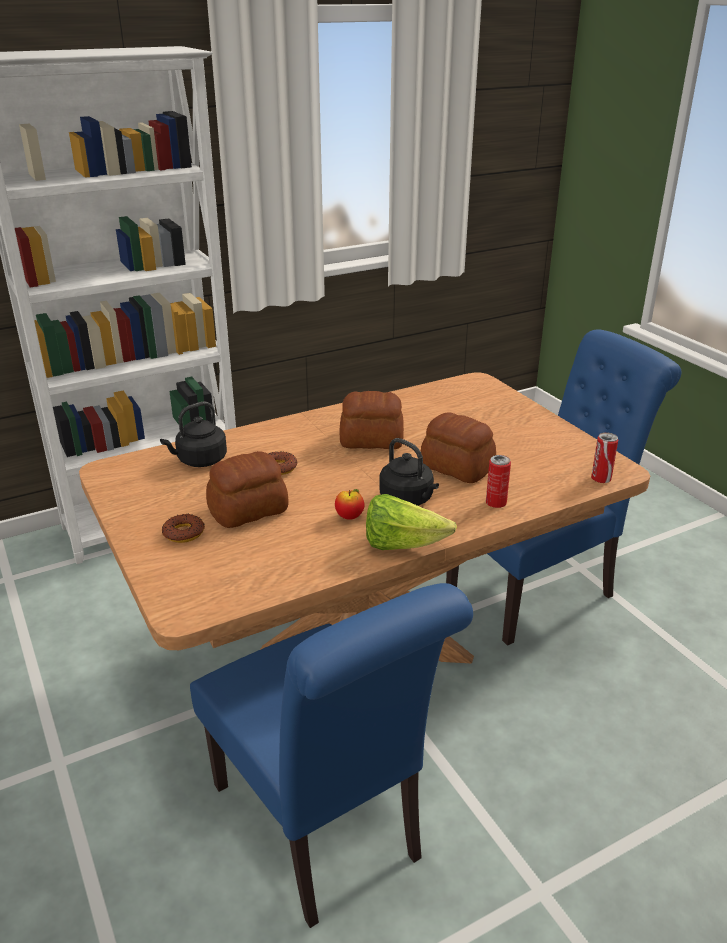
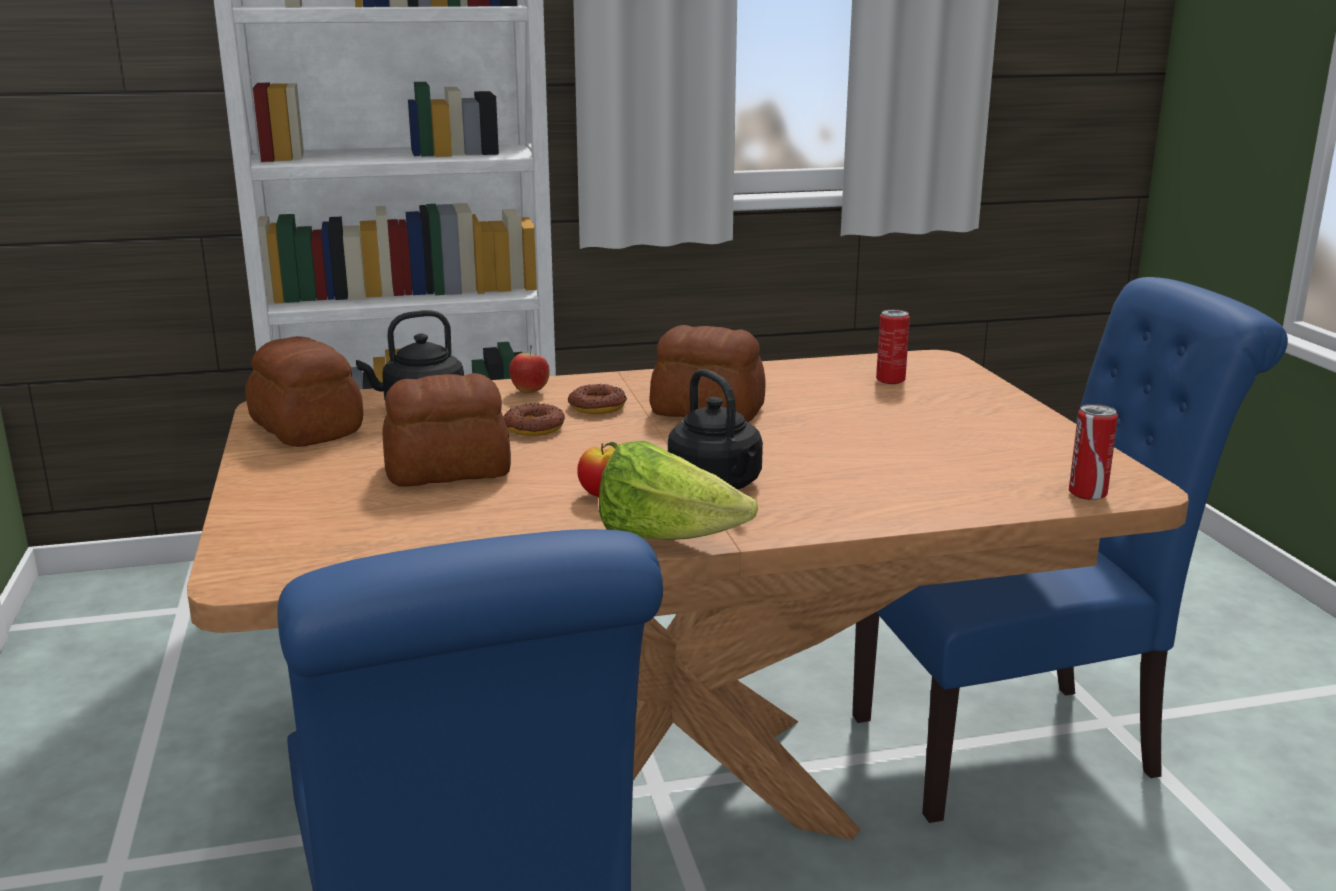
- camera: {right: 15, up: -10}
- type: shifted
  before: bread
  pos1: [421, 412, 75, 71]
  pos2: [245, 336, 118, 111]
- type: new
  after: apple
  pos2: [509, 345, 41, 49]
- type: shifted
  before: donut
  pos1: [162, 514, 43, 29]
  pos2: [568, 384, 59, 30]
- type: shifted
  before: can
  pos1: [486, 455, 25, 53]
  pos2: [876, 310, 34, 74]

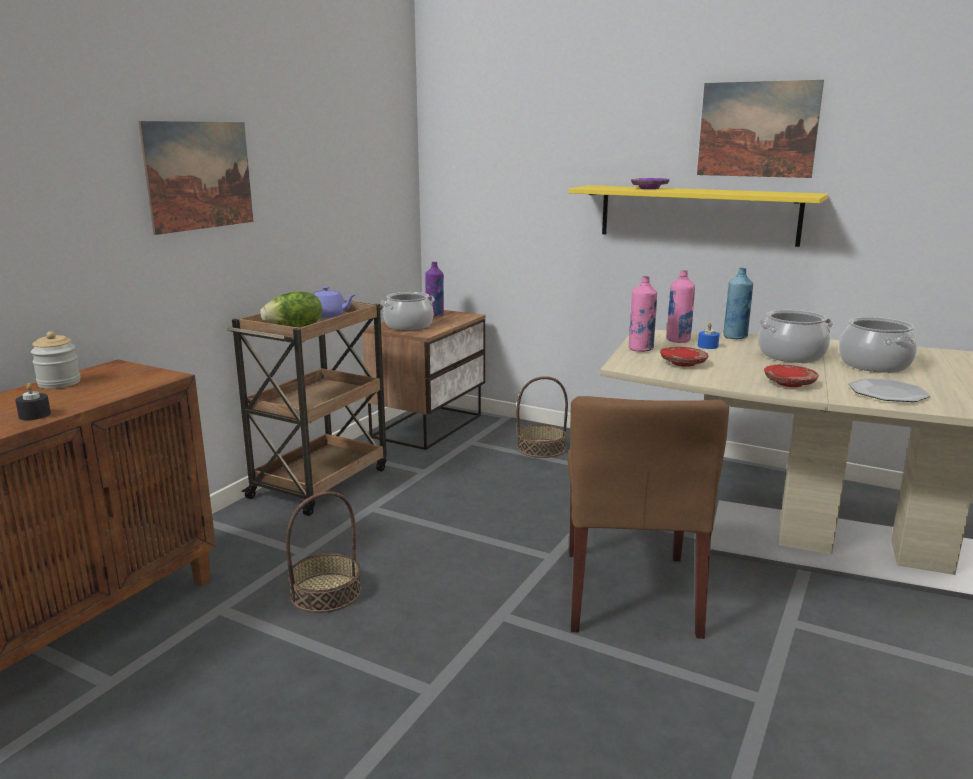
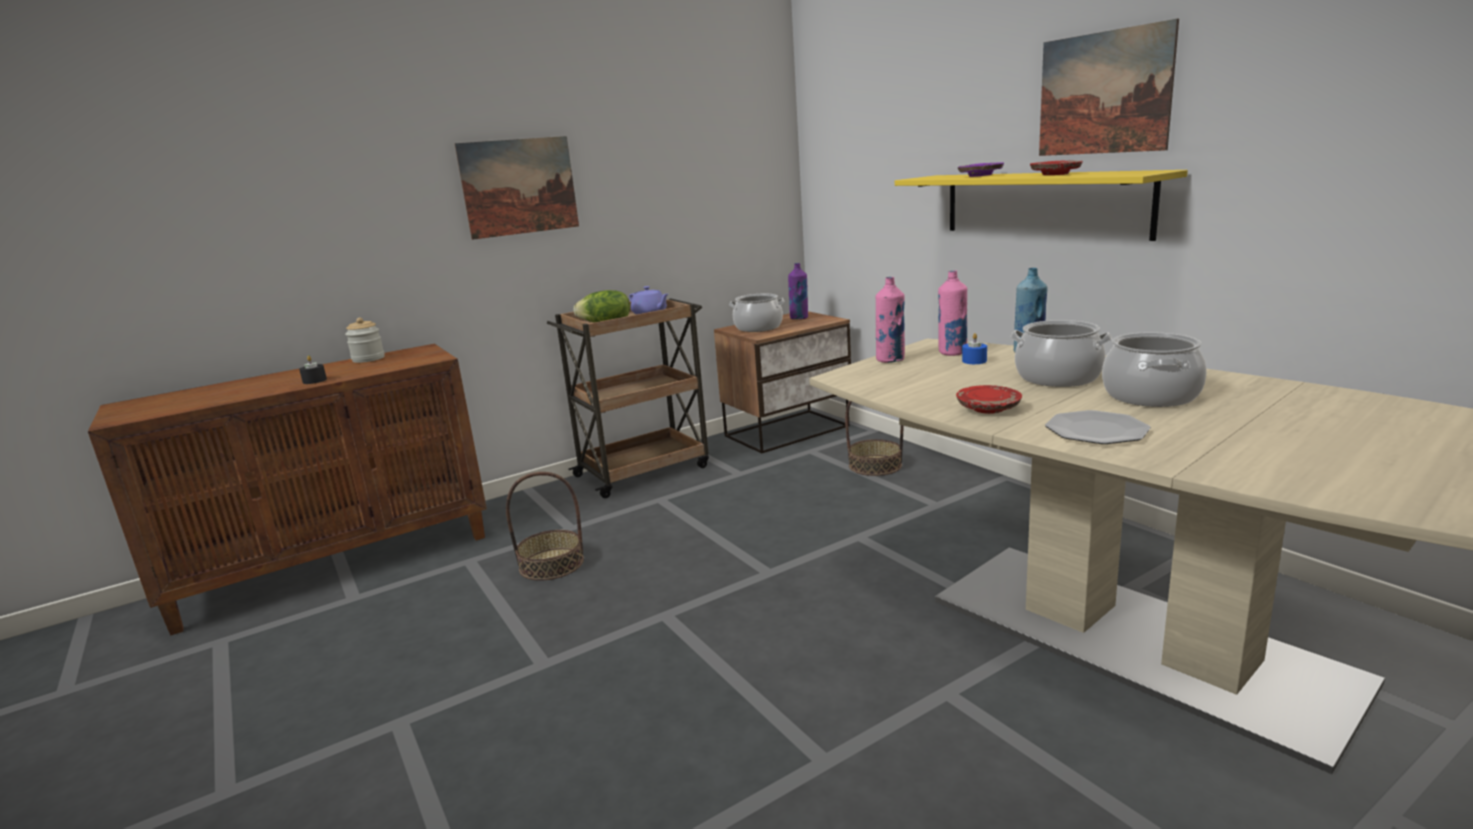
- camera: {right: 30, up: 0}
- type: shifted
  before: dinner plate (red-coloured)
  pos1: [660, 347, 49, 20]
  pos2: [1030, 161, 53, 14]
- type: gone
  before: plain chair (brownish)
  pos1: [568, 396, 161, 243]

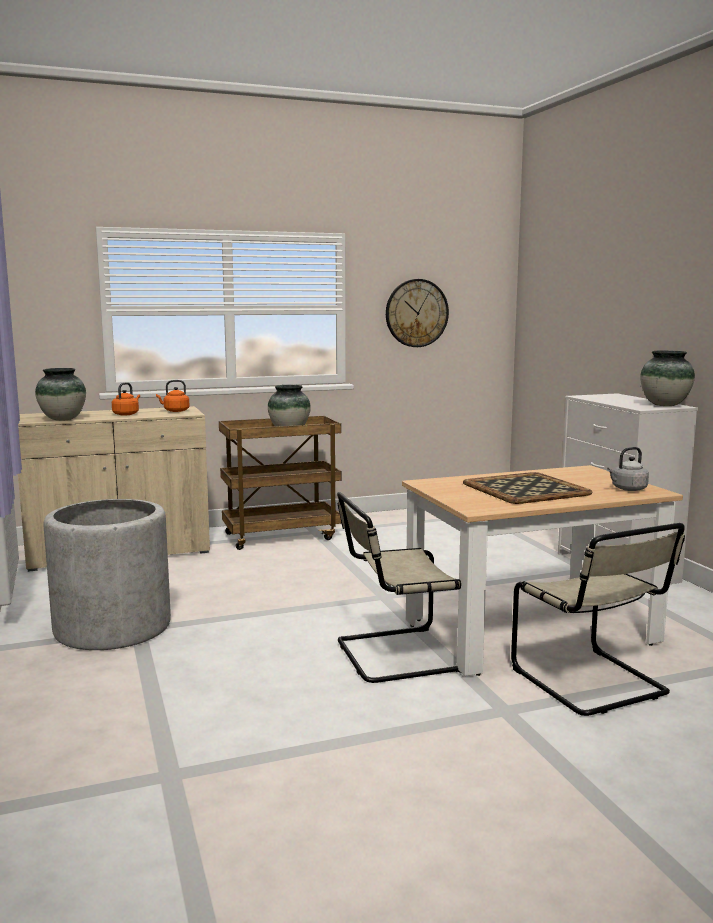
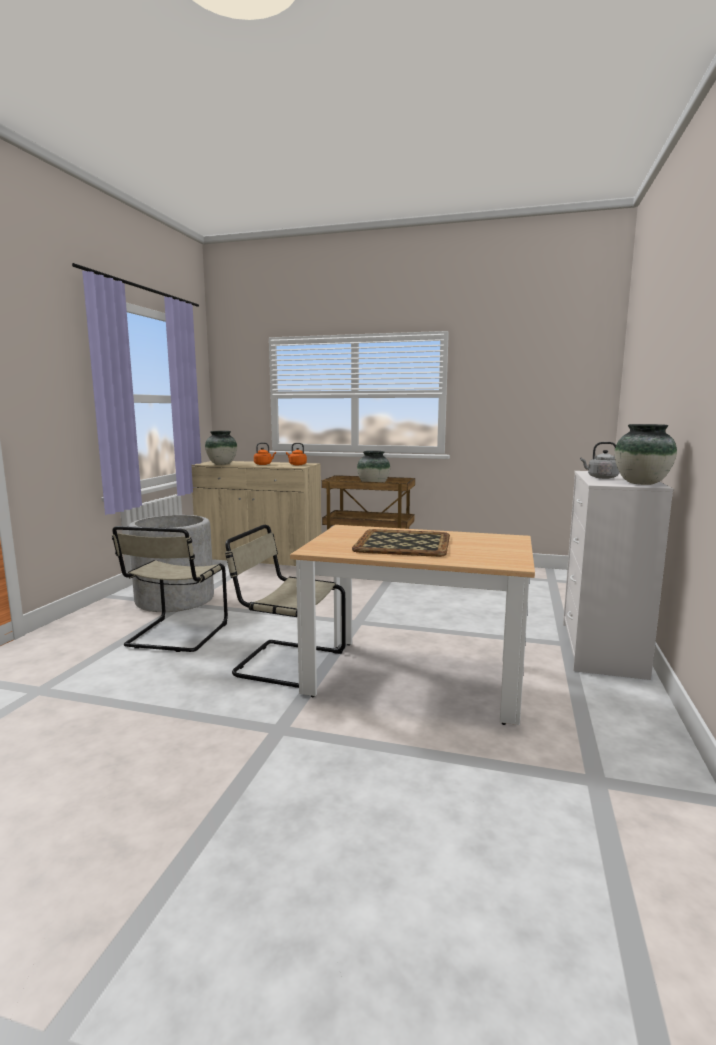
- camera: {right: 35, up: 0}
- type: shifted
  before: plain chair (sand-coloured)
  pos1: [511, 523, 174, 193]
  pos2: [112, 526, 116, 126]
- type: shifted
  before: tea kettle (grey)
  pos1: [607, 447, 42, 44]
  pos2: [580, 442, 40, 37]
- type: gone
  before: hanging clock
  pos1: [386, 279, 63, 68]

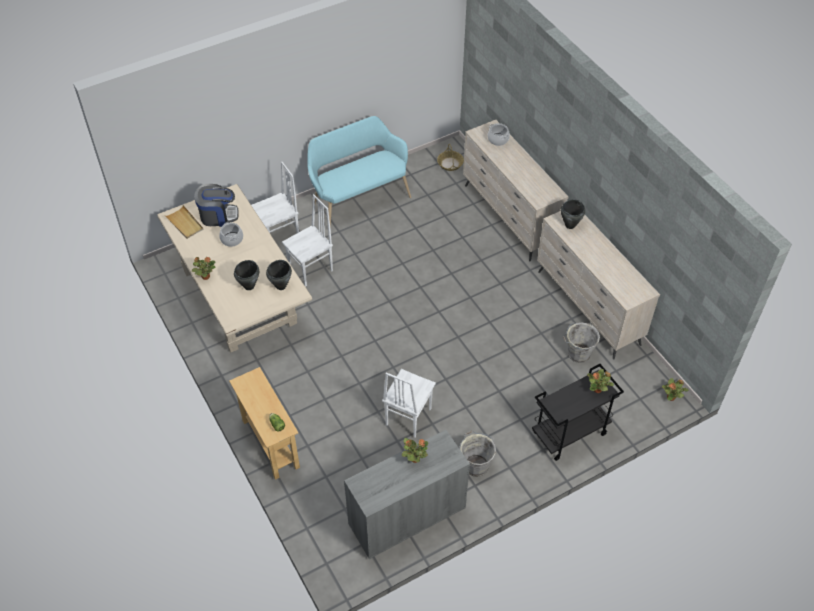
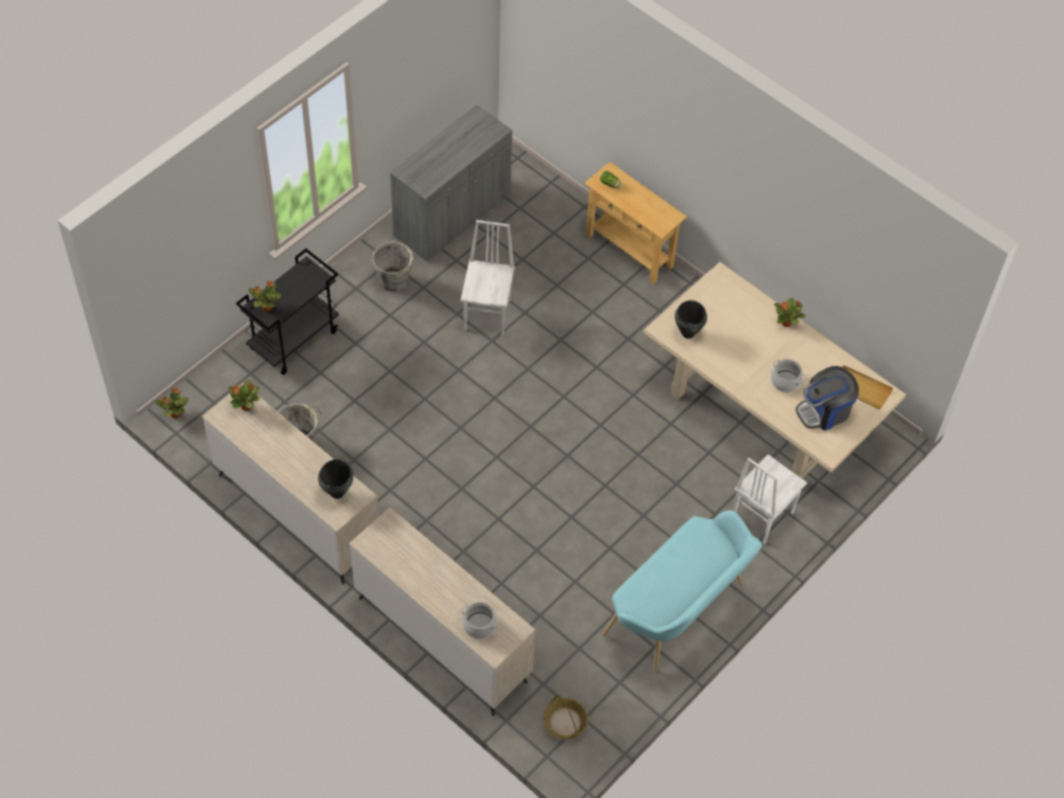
- camera: {right: 160, up: 5}
- type: shifted
  before: potted plant
  pos1: [402, 438, 27, 25]
  pos2: [228, 380, 32, 31]
- type: gone
  before: saucepot (black-coloured)
  pos1: [234, 260, 25, 30]
- type: gone
  before: plain chair (white-coloured)
  pos1: [282, 194, 51, 93]

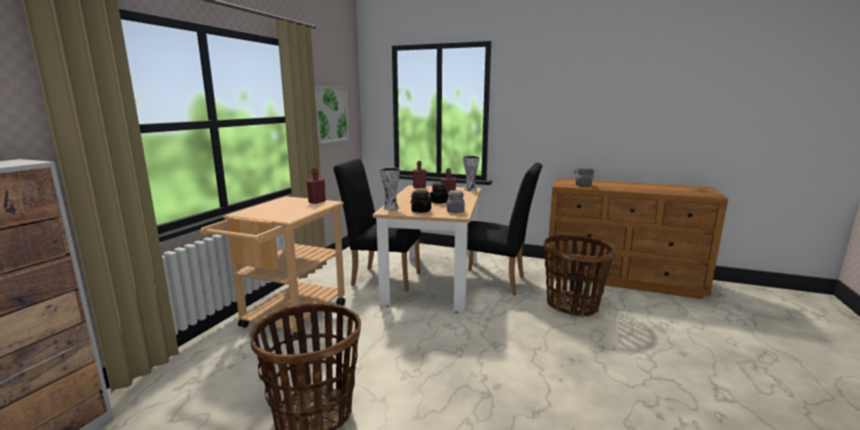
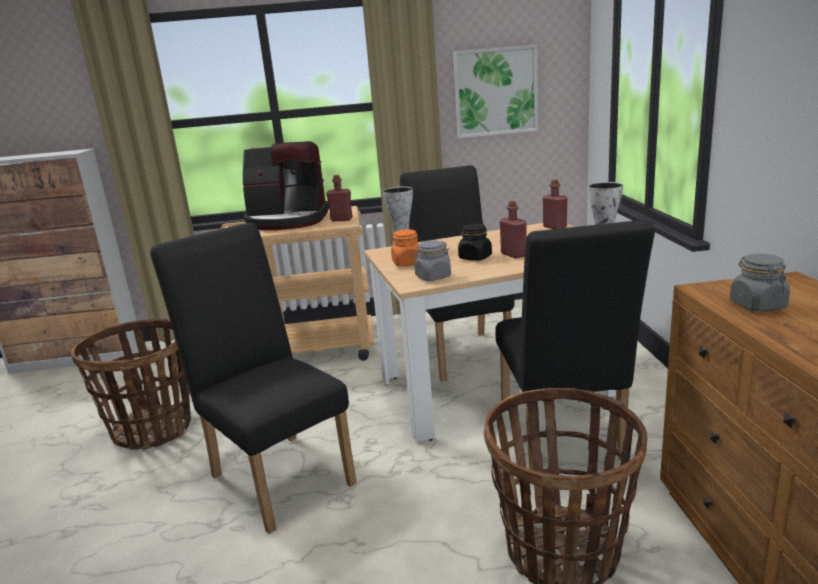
- camera: {right: 65, up: 5}
- type: new
  after: plain chair (black-coloured)
  pos2: [150, 222, 207, 312]
- type: new
  after: coffee machine
  pos2: [243, 141, 86, 89]
- type: repainted
  before: preserve jar (black-coloured)
  after: preserve jar (orangey)
  pos1: [410, 190, 23, 23]
  pos2: [391, 229, 28, 37]

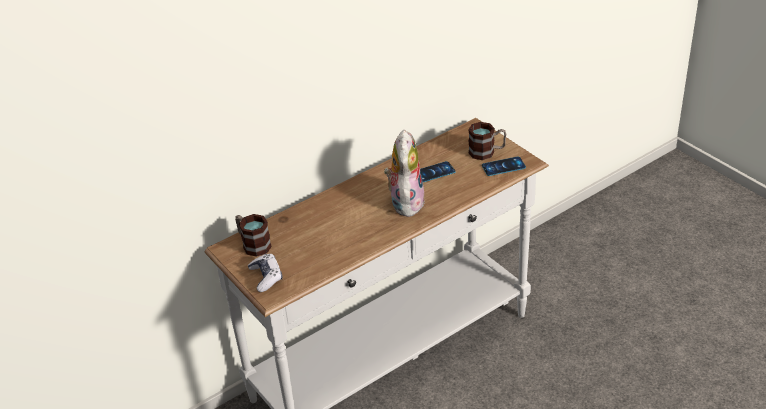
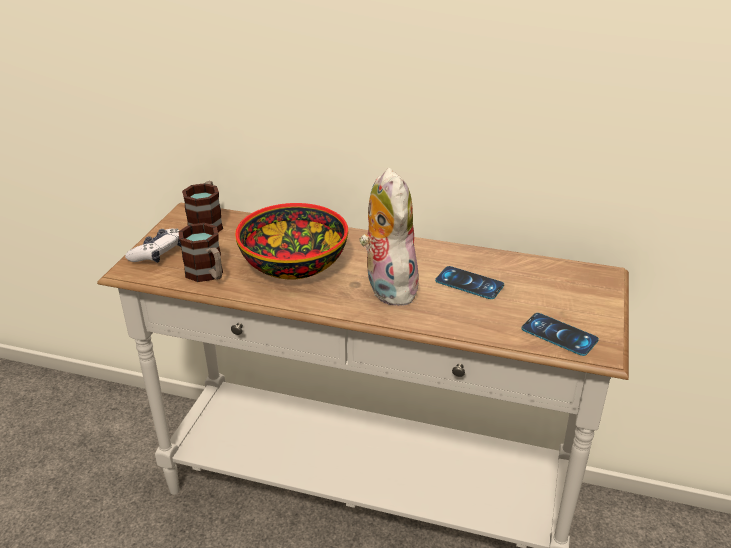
- camera: {right: 50, up: -5}
- type: shifted
  before: coffee mug
  pos1: [469, 122, 37, 38]
  pos2: [178, 223, 45, 59]
- type: new
  after: bowl
  pos2: [235, 203, 113, 77]
- type: rotated
  before: soft toy
  pos1: [384, 130, 41, 87]
  pos2: [359, 168, 62, 138]
  turn: -75

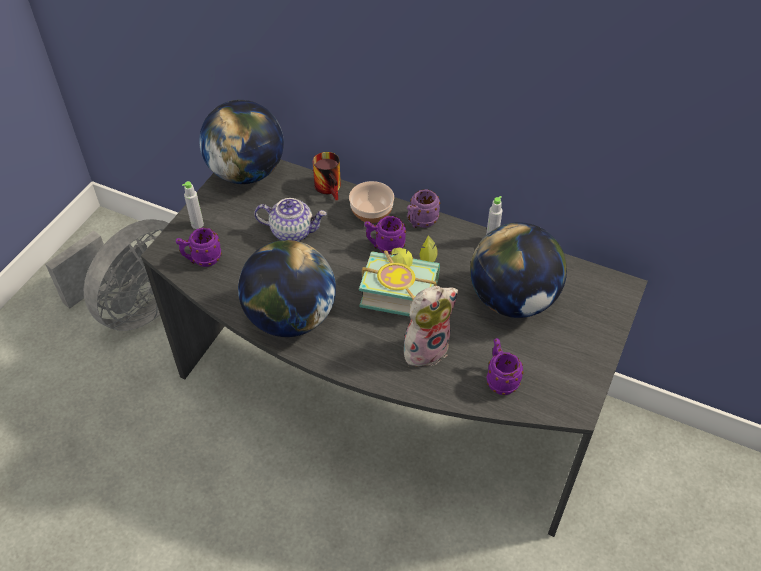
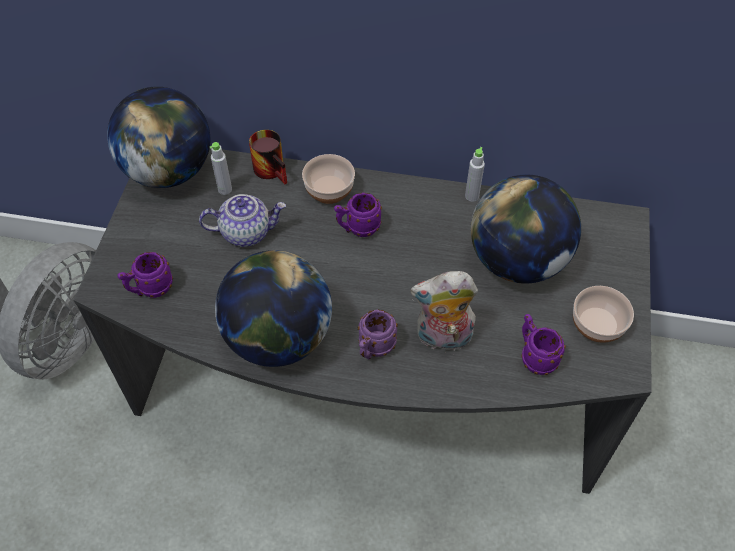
- camera: {right: -15, up: 5}
- type: shifted
  before: bottle (grey)
  pos1: [182, 181, 22, 48]
  pos2: [209, 142, 23, 53]
- type: shifted
  before: coffee mug (purplish)
  pos1: [407, 189, 33, 39]
  pos2: [358, 310, 40, 50]
- type: rotated
  before: soft toy
  pos1: [404, 286, 55, 84]
  pos2: [410, 271, 68, 80]
  turn: -135
- type: new
  after: bowl
  pos2: [573, 286, 61, 57]
- type: gone
  before: bound book
  pos1: [359, 235, 81, 82]

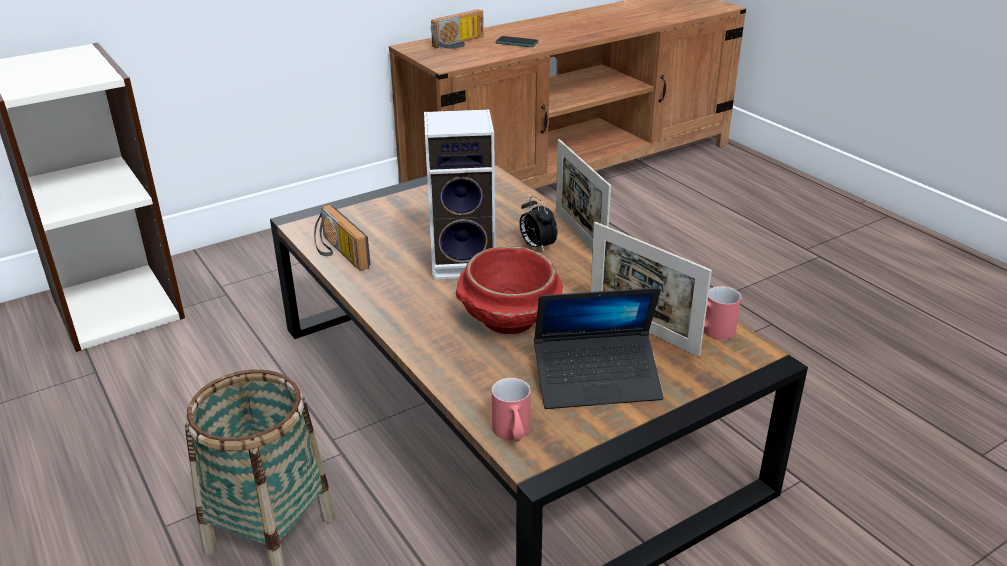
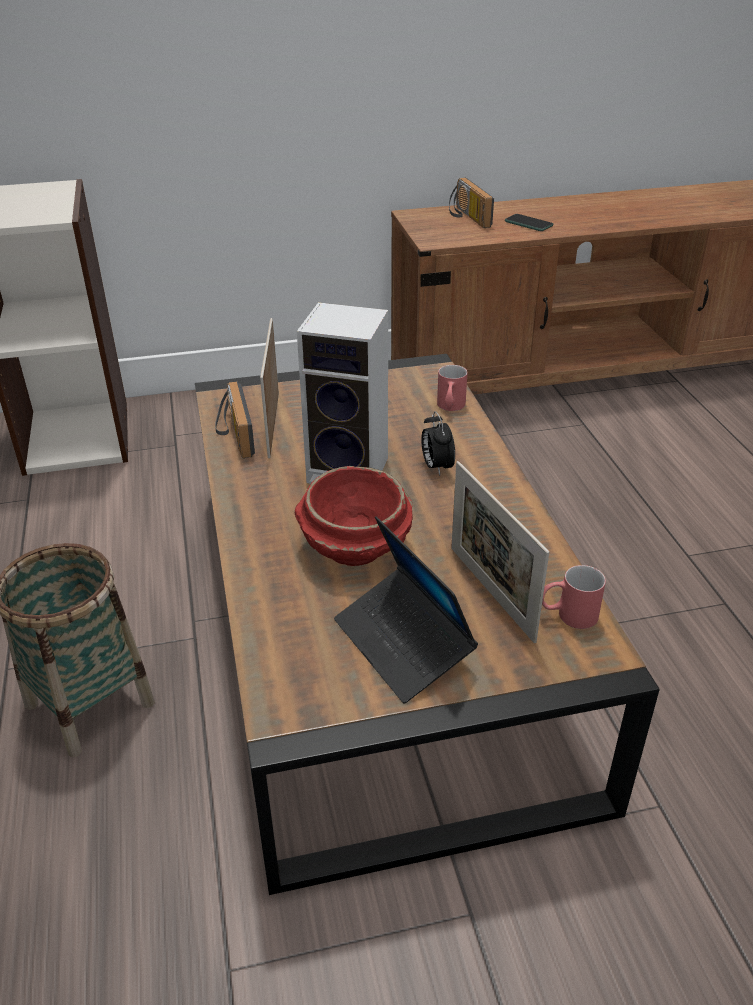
- camera: {right: 20, up: 5}
- type: shifted
  before: picture frame
  pos1: [556, 139, 55, 112]
  pos2: [260, 318, 19, 140]
- type: rotated
  before: portable computer
  pos1: [534, 287, 130, 122]
  pos2: [334, 516, 144, 187]
  turn: 45
- type: shifted
  before: coffee mug (red-coloured)
  pos1: [492, 378, 39, 64]
  pos2: [437, 365, 31, 46]
- type: rotated
  before: radio receiver
  pos1: [431, 9, 53, 40]
  pos2: [449, 178, 45, 50]
  turn: 90

